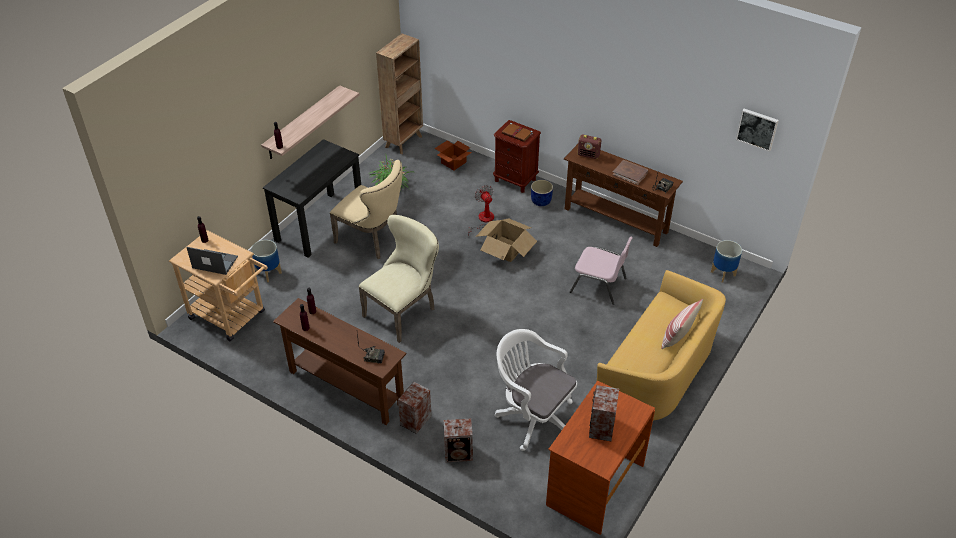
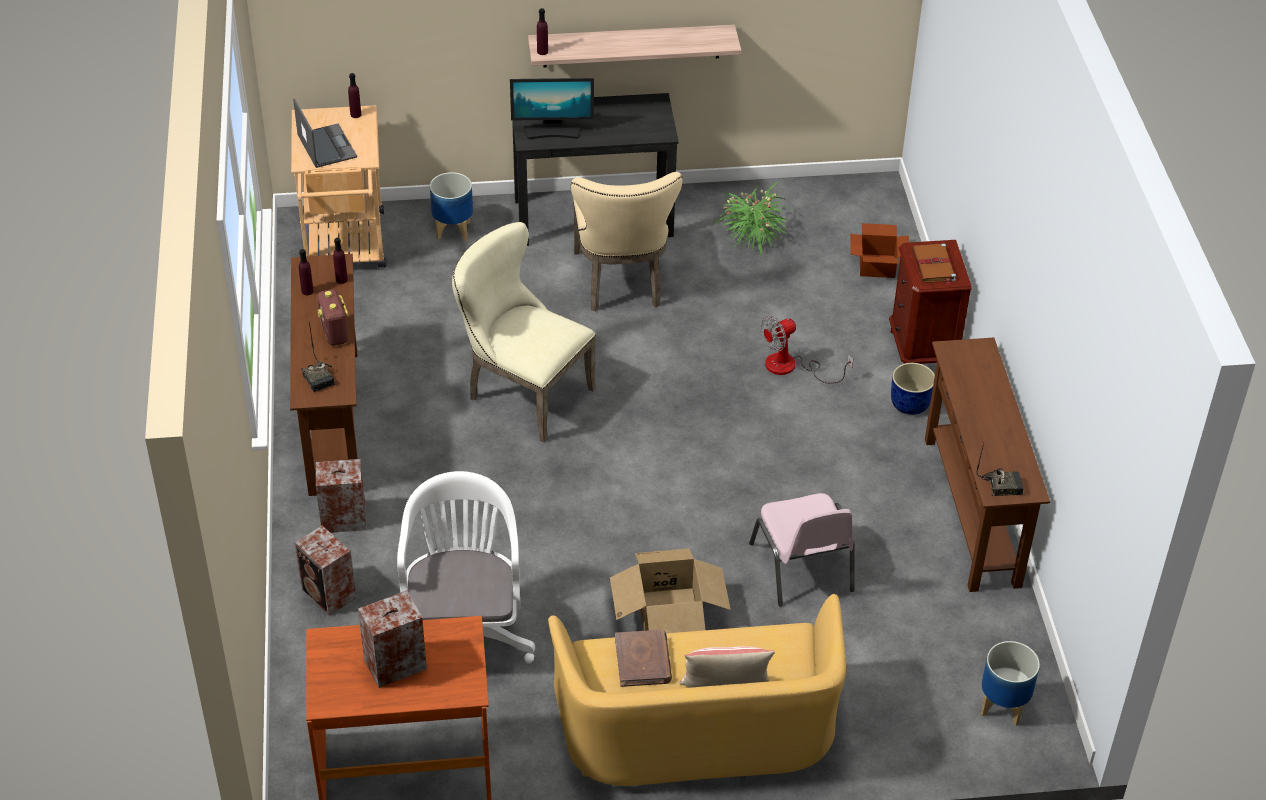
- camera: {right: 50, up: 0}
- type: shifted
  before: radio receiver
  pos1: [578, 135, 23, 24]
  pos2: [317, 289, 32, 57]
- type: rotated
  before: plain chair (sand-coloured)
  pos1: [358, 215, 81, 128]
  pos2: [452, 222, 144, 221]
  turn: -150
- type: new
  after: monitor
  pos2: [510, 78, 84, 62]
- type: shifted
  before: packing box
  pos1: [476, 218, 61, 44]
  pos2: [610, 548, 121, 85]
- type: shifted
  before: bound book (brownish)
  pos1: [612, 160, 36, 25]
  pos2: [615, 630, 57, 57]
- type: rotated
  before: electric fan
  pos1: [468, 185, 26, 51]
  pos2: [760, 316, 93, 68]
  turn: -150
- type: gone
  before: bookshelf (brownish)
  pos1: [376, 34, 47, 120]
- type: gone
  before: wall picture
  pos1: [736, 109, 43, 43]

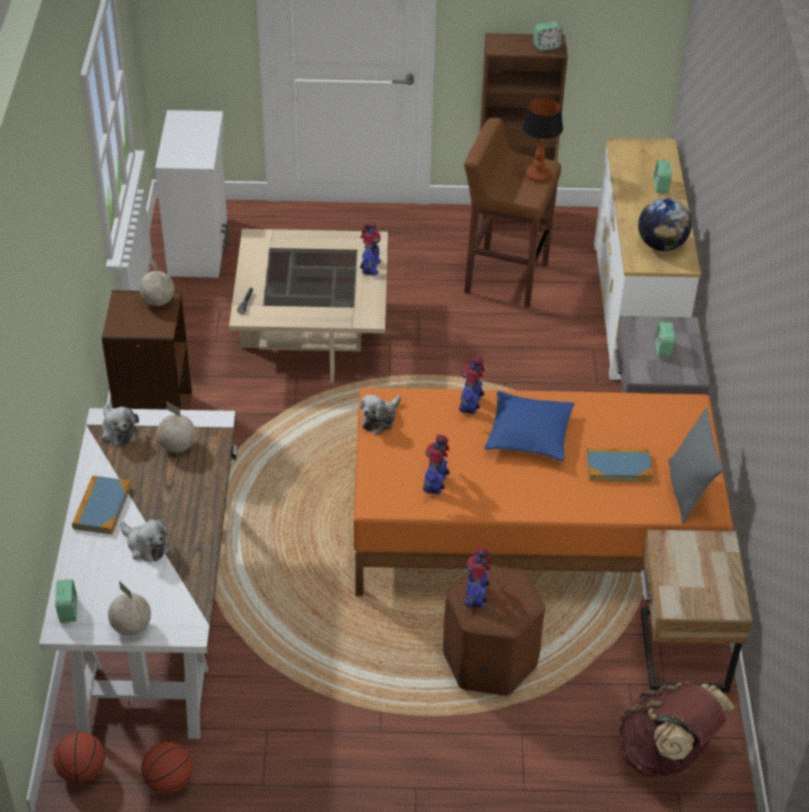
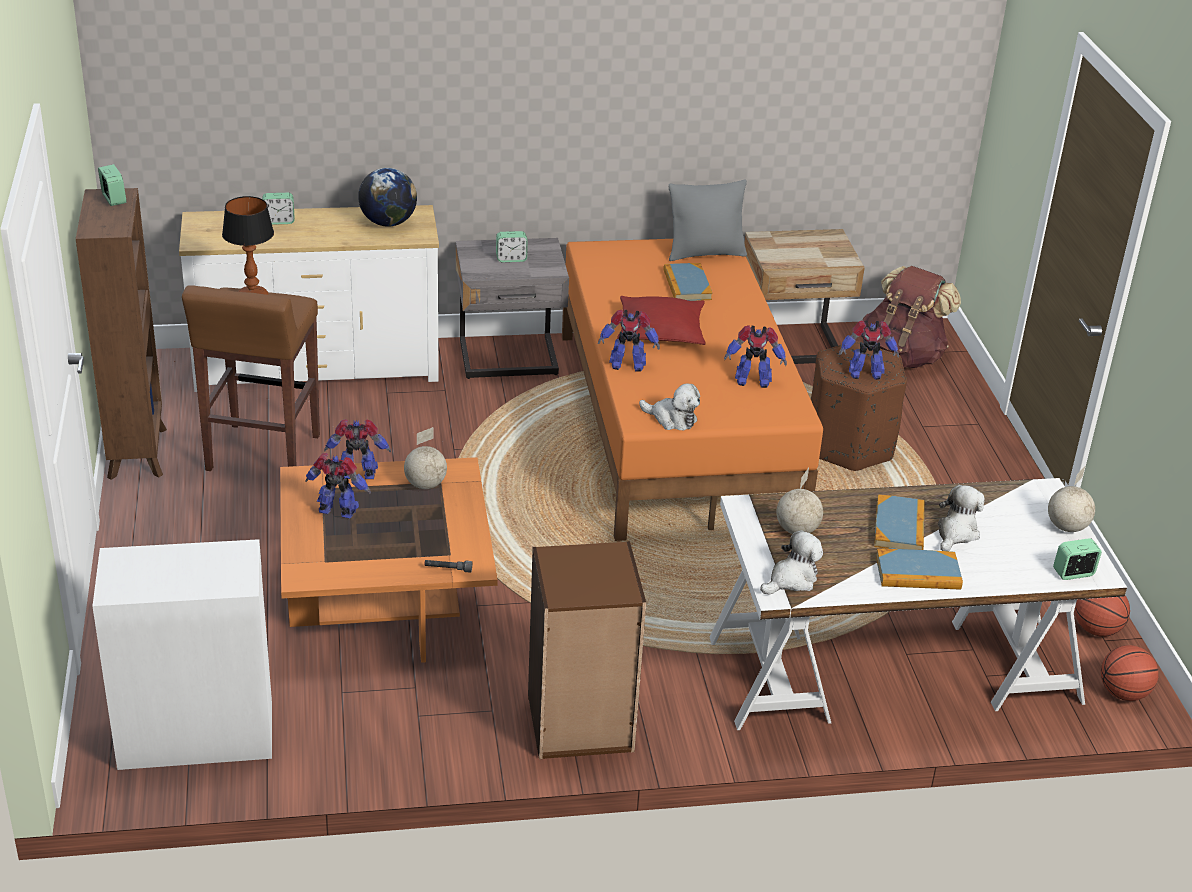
- camera: {right: -100, up: -10}
- type: repainted
  before: coffee table (sand-coloured)
  after: coffee table (orangey)
  pos1: [229, 229, 159, 154]
  pos2: [280, 457, 218, 206]
- type: new
  after: robot figure
  pos2: [305, 453, 66, 65]
- type: shifted
  before: world globe
  pos1: [139, 256, 36, 50]
  pos2: [404, 427, 43, 62]
- type: repainted
  before: pillow (blue-coloured)
  after: pillow (red-coloured)
  pos1: [484, 391, 91, 70]
  pos2: [617, 296, 89, 49]
- type: new
  after: bound book
  pos2: [874, 494, 51, 56]

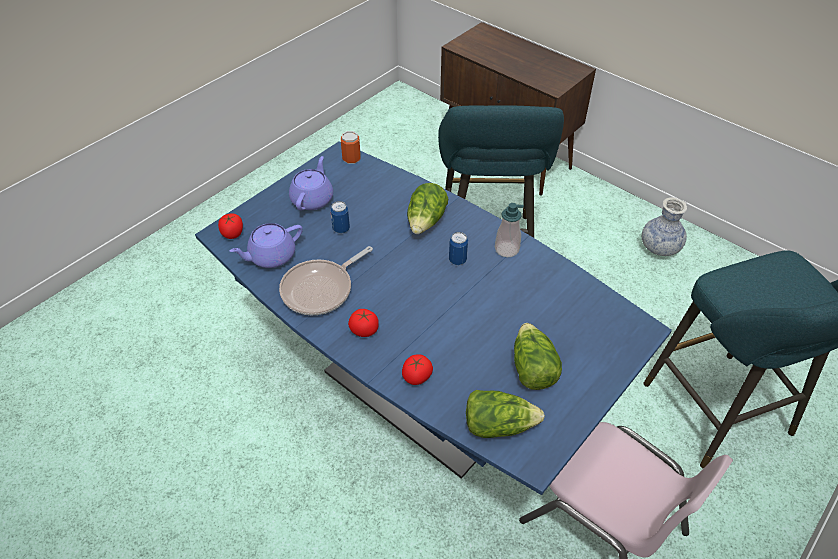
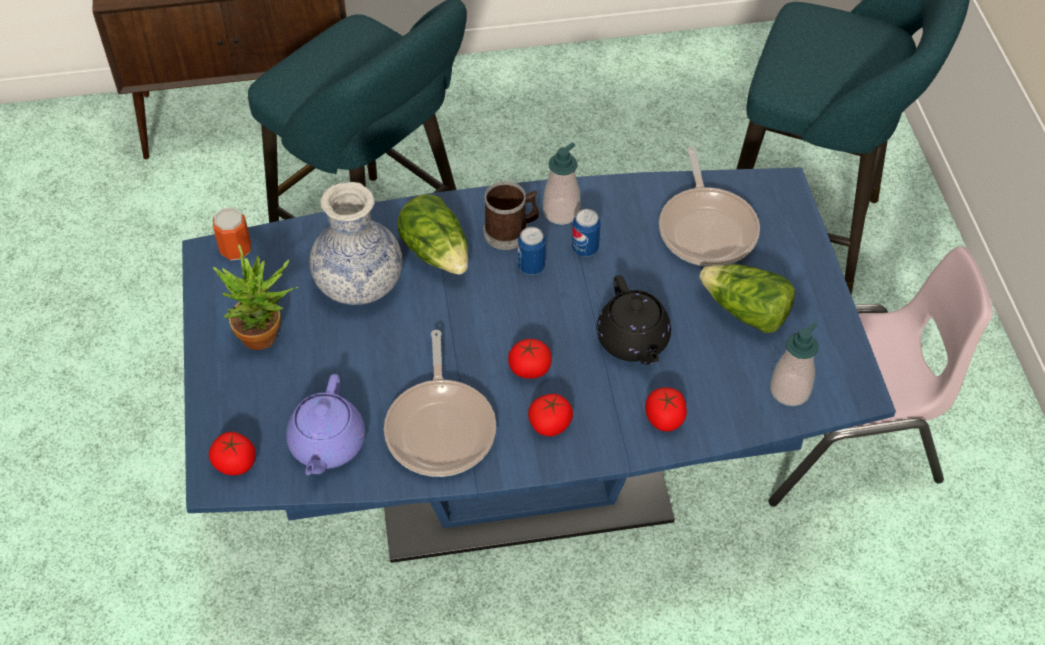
- camera: {right: -50, up: 5}
- type: swapped
  before: teapot (purplish)
  after: potted plant
  pos1: [289, 156, 44, 55]
  pos2: [213, 244, 85, 106]
- type: shifted
  before: decorative vase
  pos1: [642, 197, 45, 59]
  pos2: [310, 182, 92, 123]
- type: new
  after: coffee mug
  pos2: [483, 181, 56, 69]
- type: new
  after: fresh tomato
  pos2: [508, 339, 44, 40]
- type: shifted
  before: can
  pos1: [330, 201, 20, 32]
  pos2: [572, 209, 29, 48]
- type: new
  after: teapot (black-coloured)
  pos2: [597, 275, 74, 90]
- type: new
  after: pan
  pos2: [659, 147, 101, 120]
- type: swapped
  before: lettuce
  after: soap bottle
  pos1: [466, 390, 79, 48]
  pos2: [770, 322, 48, 84]

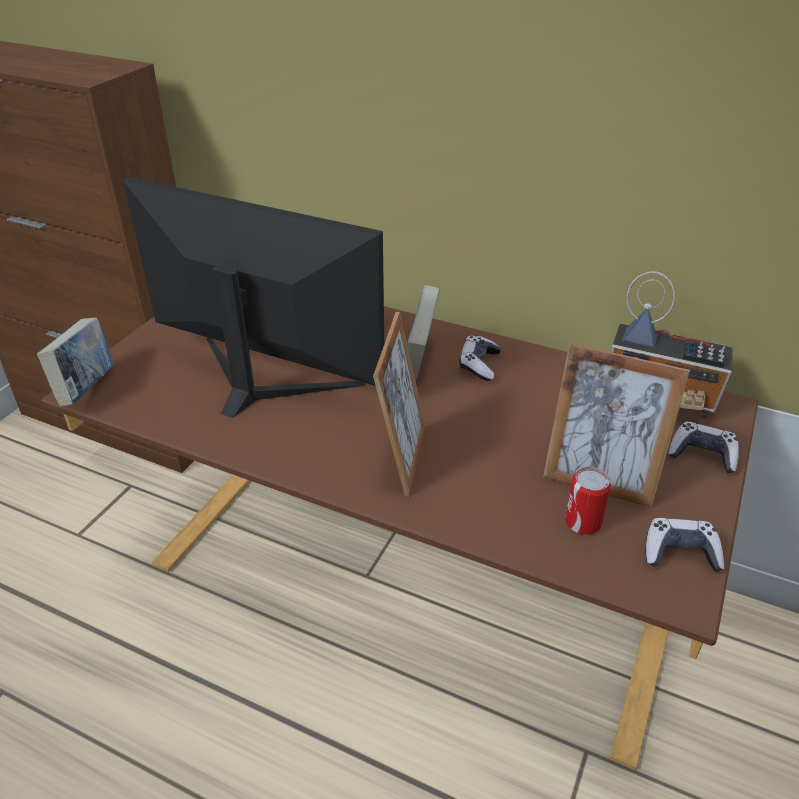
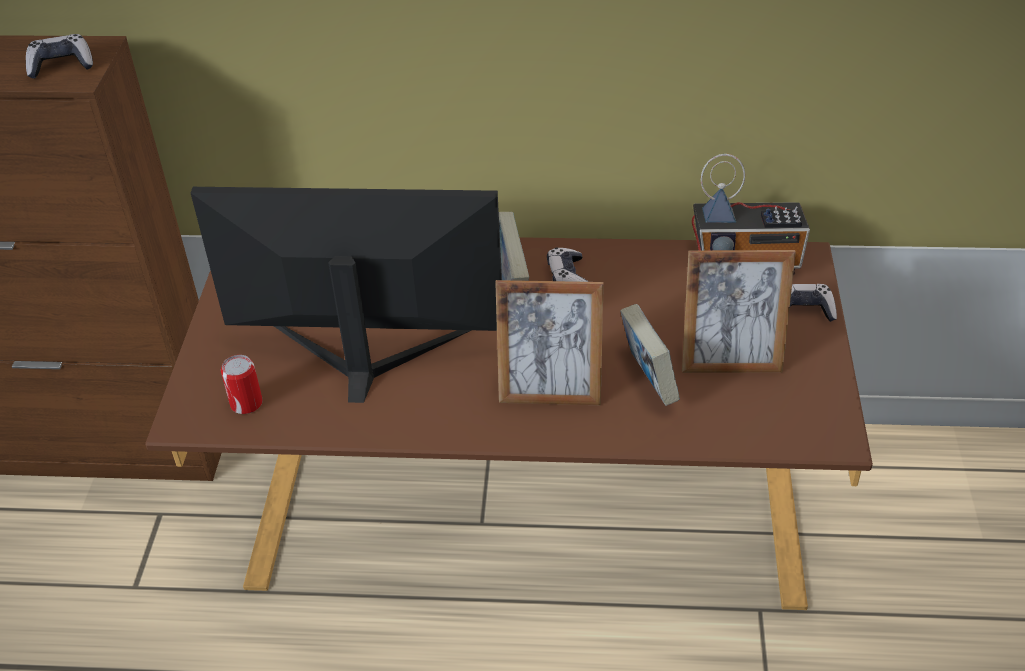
- camera: {right: -20, up: 5}
- type: shifted
  before: gamepad
  pos1: [645, 518, 79, 54]
  pos2: [26, 34, 67, 45]
- type: shifted
  before: can
  pos1: [565, 467, 46, 68]
  pos2: [221, 355, 42, 59]
- type: rotated
  before: picture frame
  pos1: [373, 312, 53, 184]
  pos2: [495, 280, 109, 125]
  turn: 105
- type: shifted
  before: bound book
  pos1: [37, 317, 76, 90]
  pos2: [620, 304, 60, 102]

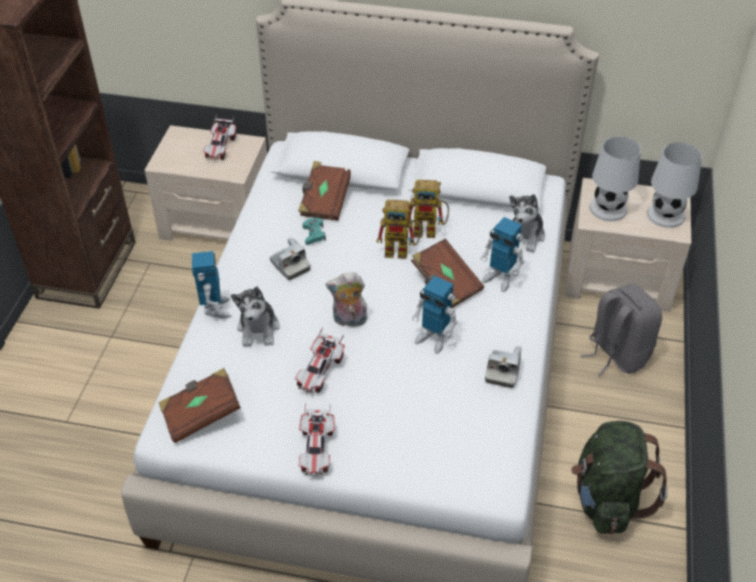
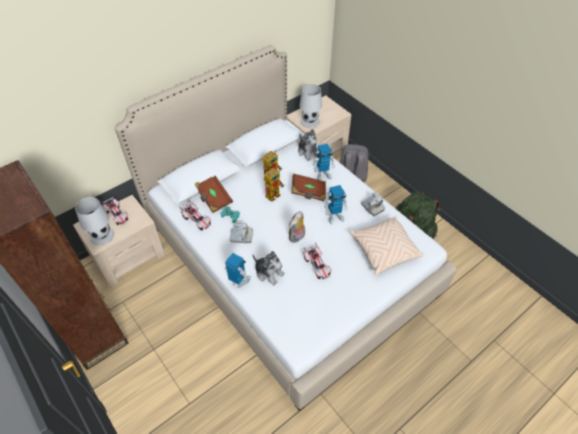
- camera: {right: -50, up: 5}
- type: shifted
  before: tabletop lamp (white-coloured)
  pos1: [647, 142, 55, 86]
  pos2: [75, 197, 39, 48]
- type: shifted
  before: model car
  pos1: [299, 403, 36, 73]
  pos2: [179, 200, 32, 31]
- type: new
  after: pillow (sand-coloured)
  pos2: [350, 216, 74, 59]
- type: gone
  before: bound book (brownish)
  pos1: [159, 368, 82, 75]

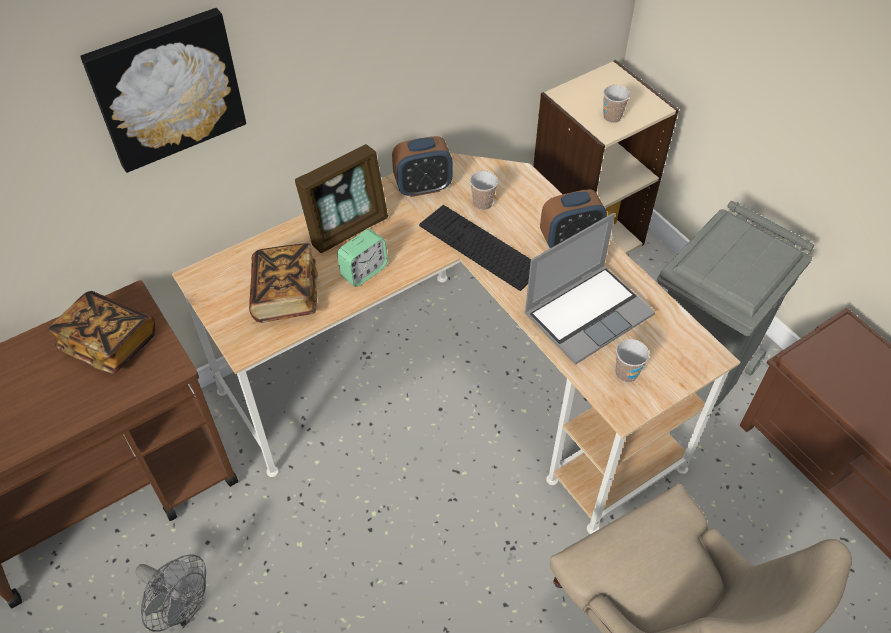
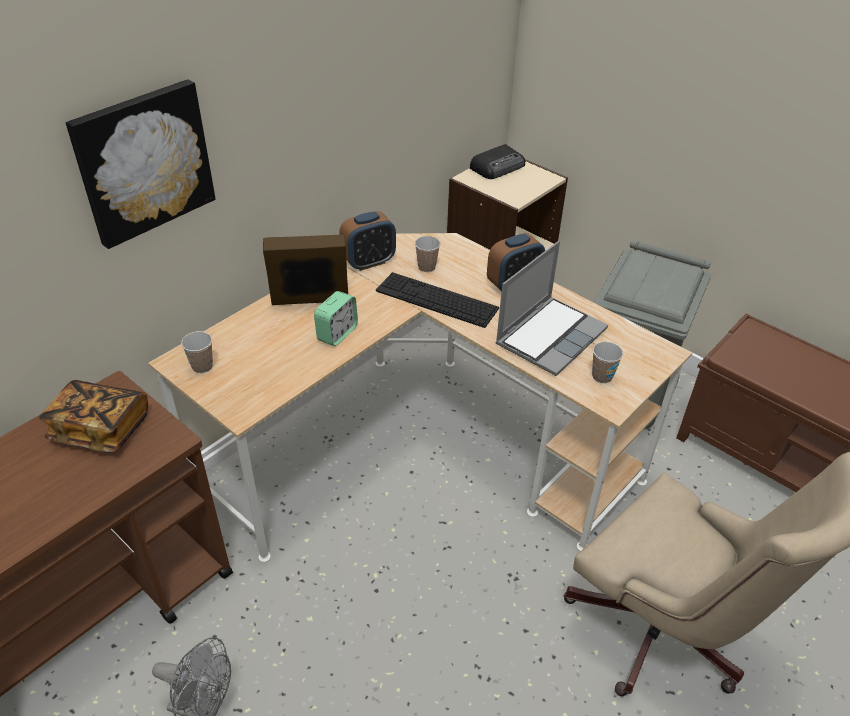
- camera: {right: -15, up: -10}
- type: shifted
  before: cup
  pos1: [603, 85, 27, 38]
  pos2: [181, 331, 32, 42]
- type: rotated
  before: picture frame
  pos1: [295, 144, 93, 109]
  pos2: [263, 234, 85, 71]
  turn: -135
- type: new
  after: radio receiver
  pos2: [470, 144, 55, 35]
- type: gone
  before: bound book
  pos1: [249, 243, 69, 80]

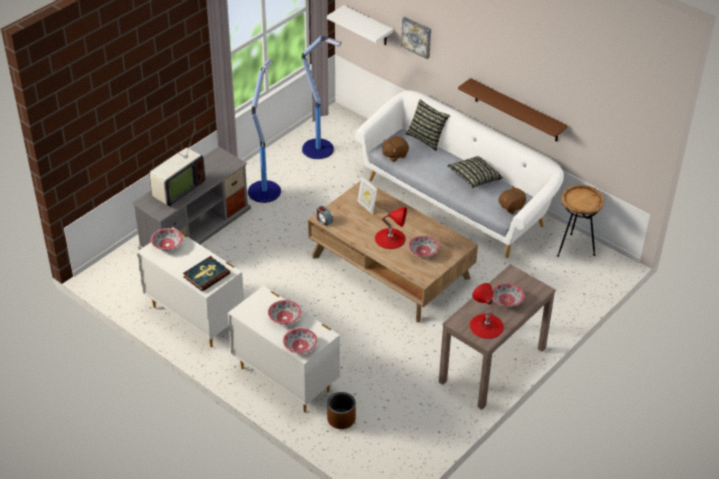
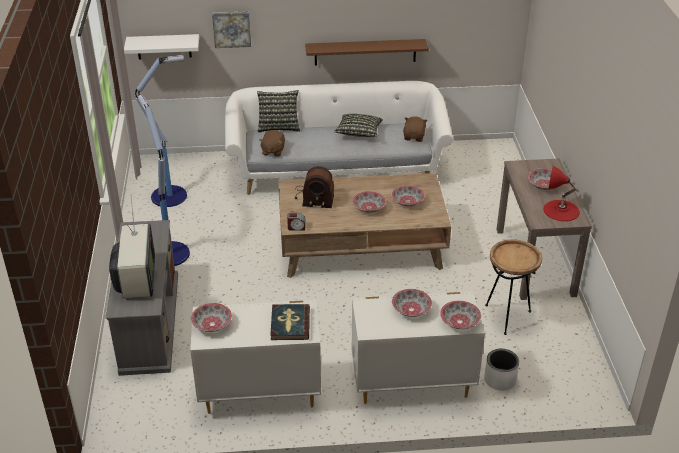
- camera: {right: -45, up: -5}
- type: swapped
  before: picture frame
  after: radio receiver
  pos1: [357, 176, 20, 38]
  pos2: [295, 166, 39, 42]
- type: swapped
  before: tabletop lamp (red-coloured)
  after: bowl
  pos1: [375, 207, 32, 42]
  pos2: [352, 191, 34, 22]
- type: repainted
  before: flower pot (brownish)
  after: flower pot (white-coloured)
  pos1: [327, 392, 29, 37]
  pos2: [484, 349, 35, 42]
- type: shifted
  before: end table (brownish)
  pos1: [557, 185, 47, 72]
  pos2: [485, 239, 57, 96]

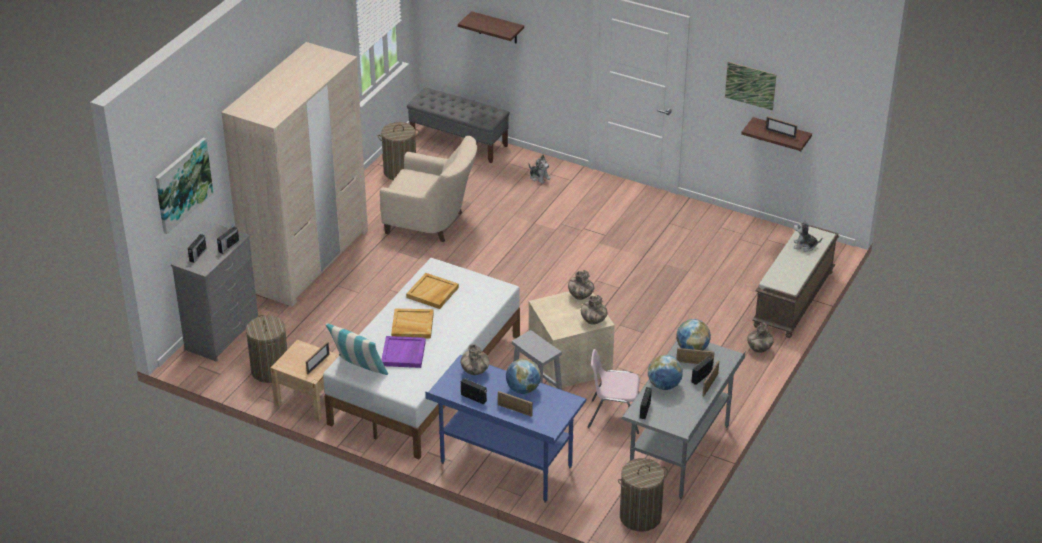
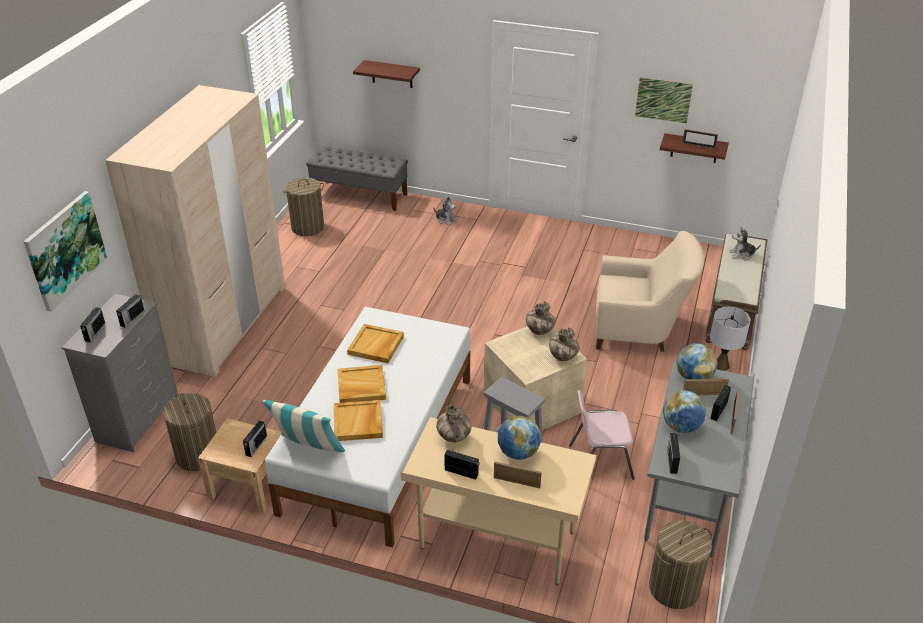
- camera: {right: -10, up: 0}
- type: swapped
  before: picture frame
  after: radio receiver
  pos1: [306, 342, 24, 32]
  pos2: [243, 421, 24, 36]
- type: repainted
  before: carrying tray (purplish)
  after: carrying tray (sand-coloured)
  pos1: [381, 336, 45, 32]
  pos2: [334, 400, 49, 41]
- type: repainted
  before: desk table (blue-coloured)
  after: desk table (sand-coloured)
  pos1: [425, 355, 161, 148]
  pos2: [401, 417, 196, 168]
- type: shifted
  before: armchair (sand-coloured)
  pos1: [380, 136, 97, 106]
  pos2: [595, 231, 109, 121]
- type: swapped
  before: decorative vase
  after: tabletop lamp (grey)
  pos1: [747, 322, 27, 31]
  pos2: [710, 307, 40, 64]

